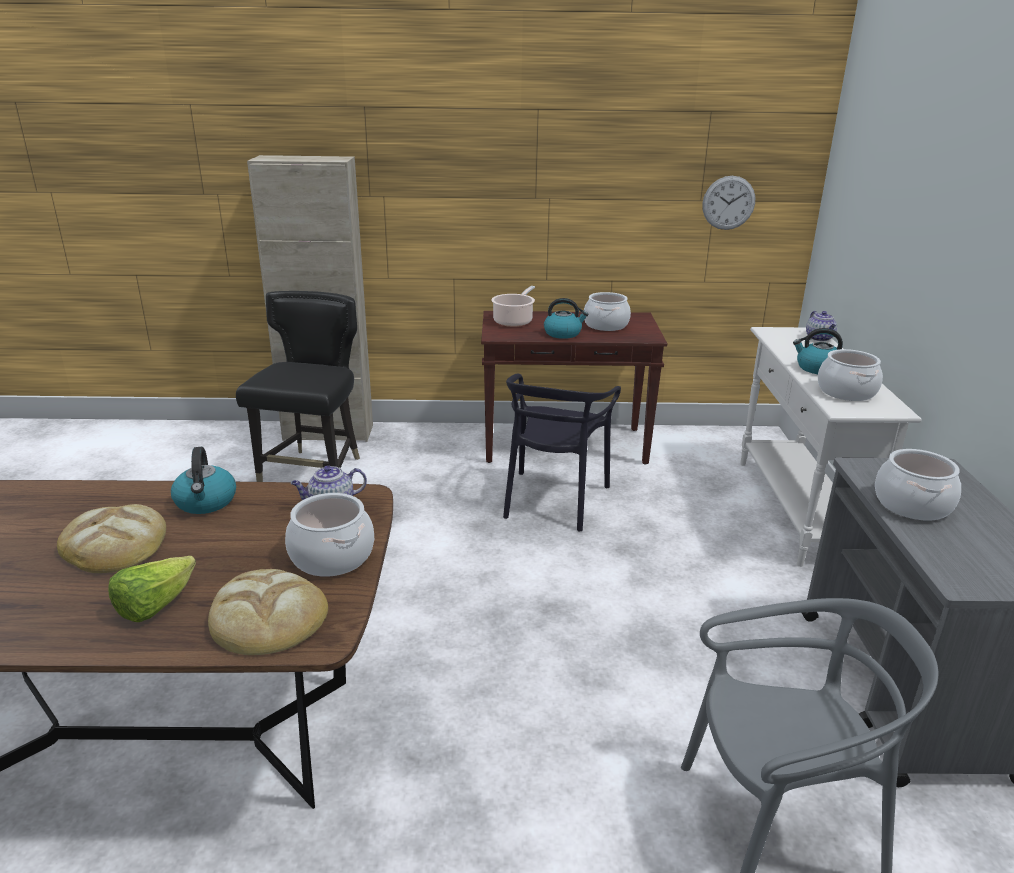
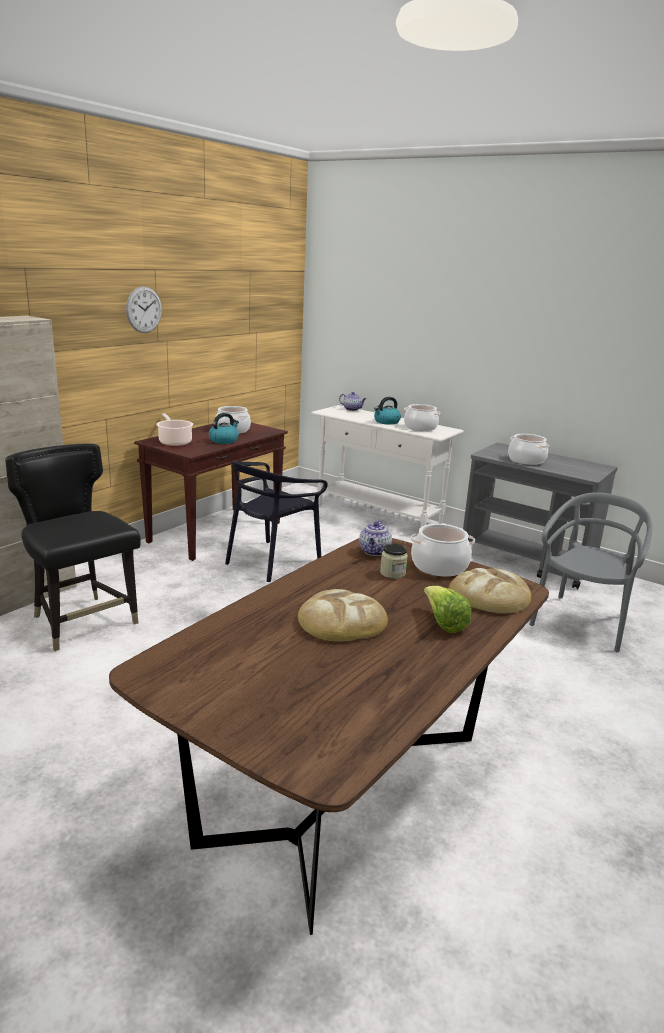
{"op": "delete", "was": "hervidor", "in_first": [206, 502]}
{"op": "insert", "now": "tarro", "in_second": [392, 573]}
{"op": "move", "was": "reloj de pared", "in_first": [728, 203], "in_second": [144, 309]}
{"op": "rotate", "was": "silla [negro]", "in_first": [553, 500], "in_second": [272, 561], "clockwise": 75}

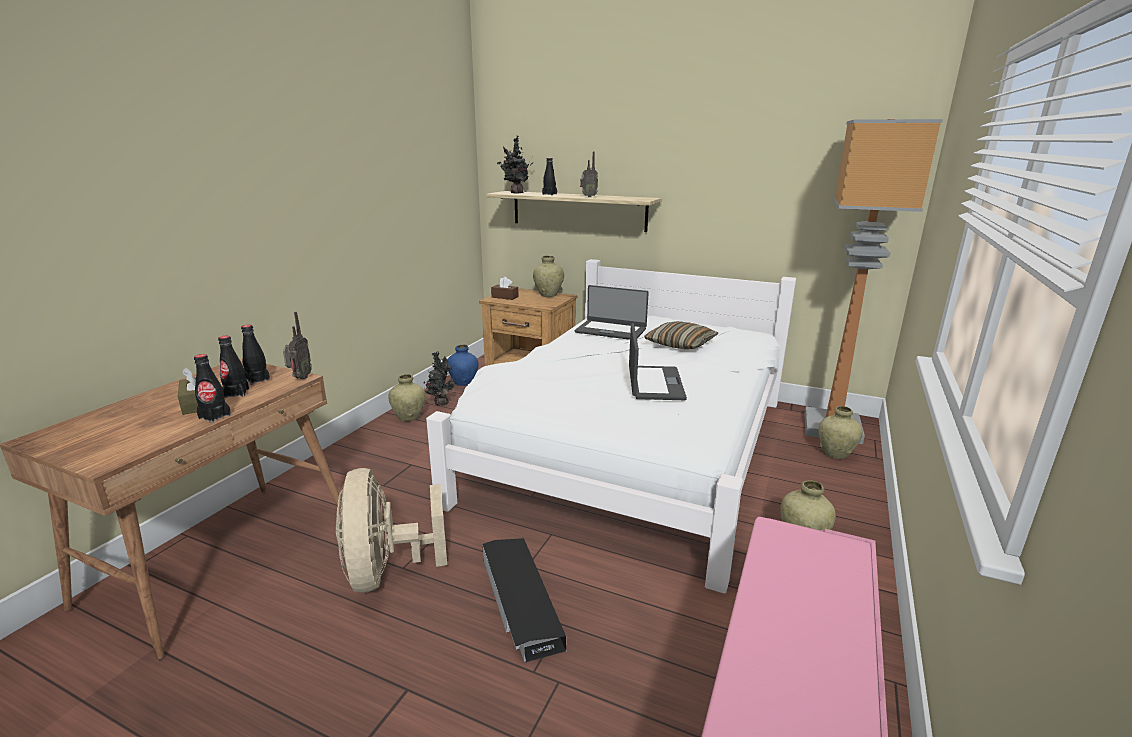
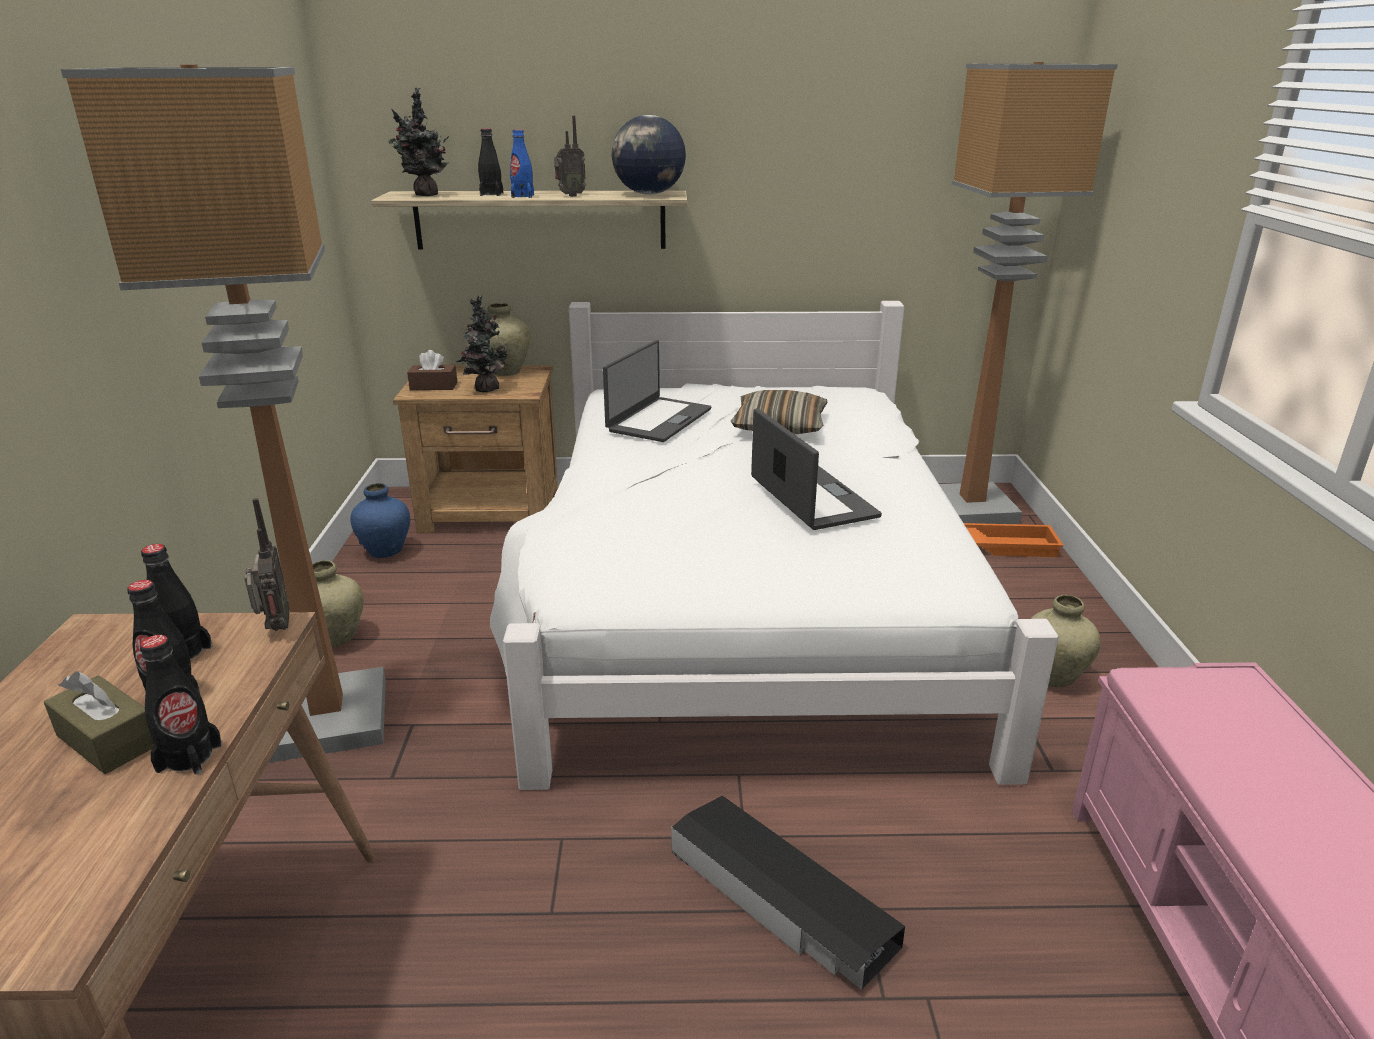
{"op": "delete", "was": "ventilador [beis]", "in_first": [387, 571]}
{"op": "insert", "now": "lámpara de pie", "in_second": [327, 718]}
{"op": "insert", "now": "botella [azul]", "in_second": [522, 196]}
{"op": "insert", "now": "globo terráqueo", "in_second": [649, 194]}
{"op": "move", "was": "planta en maceta", "in_first": [440, 403], "in_second": [485, 389]}
{"op": "replace", "was": "florero [beis]", "now": "bandeja [naranja]", "in_first": [835, 454], "in_second": [1001, 545]}
{"op": "rotate", "was": "portátil", "in_first": [611, 330], "in_second": [658, 420], "clockwise": -60}

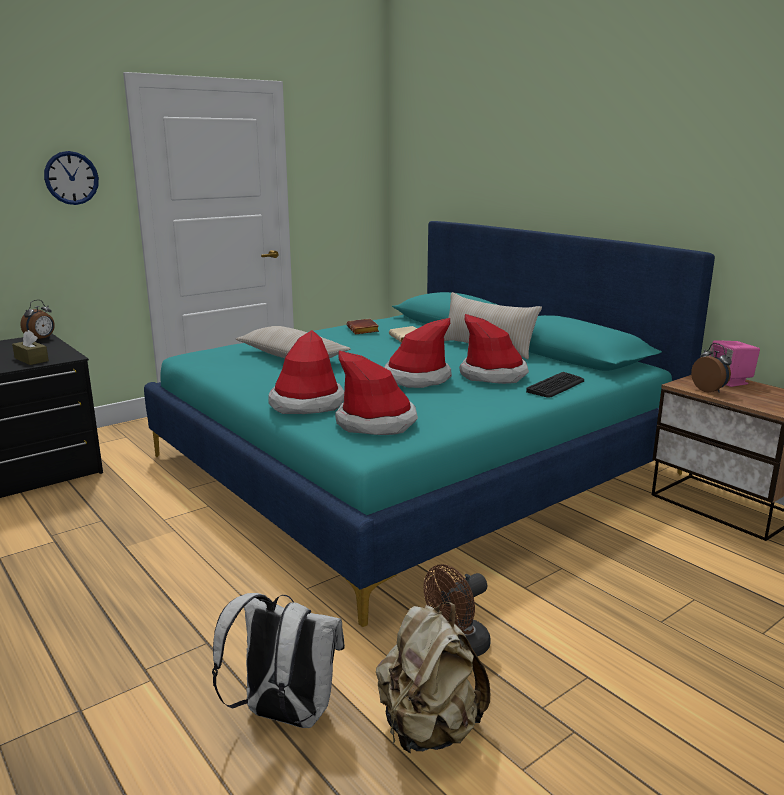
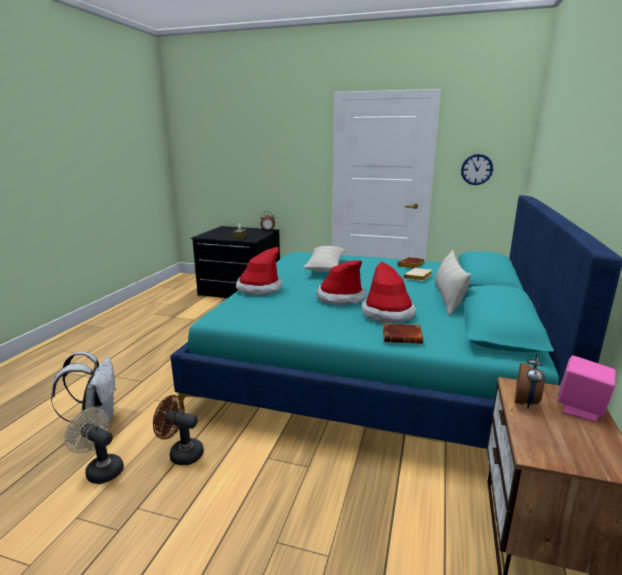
{"op": "delete", "was": "sombrero", "in_first": [376, 422]}
{"op": "move", "was": "reloj de pared", "in_first": [71, 178], "in_second": [476, 169]}
{"op": "replace", "was": "mochila [beis]", "now": "ventilador [beis]", "in_first": [429, 729], "in_second": [101, 469]}
{"op": "replace", "was": "teclado", "now": "libro [marrón]", "in_first": [556, 386], "in_second": [403, 337]}

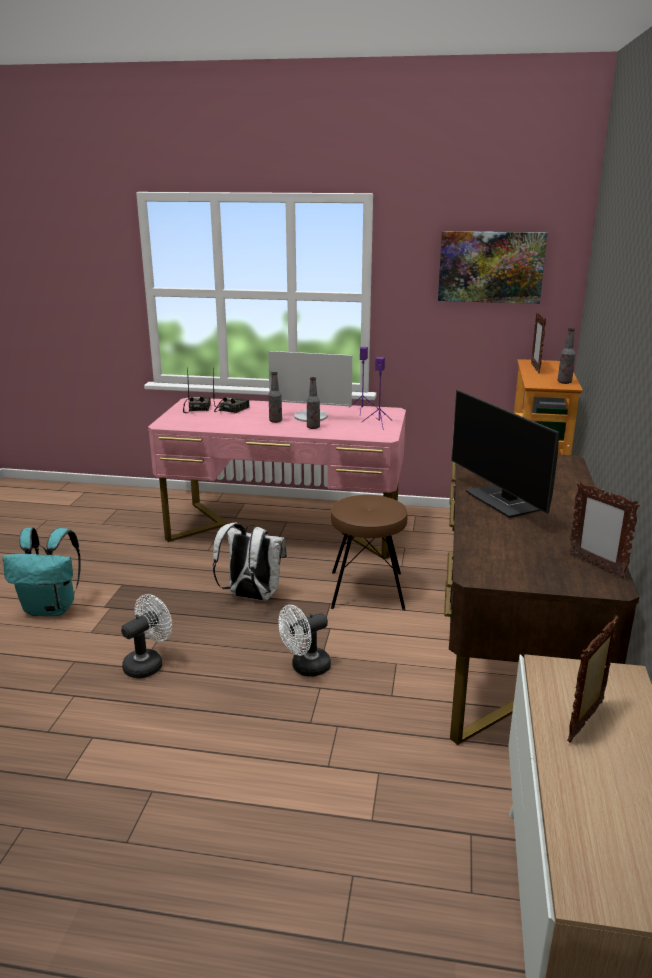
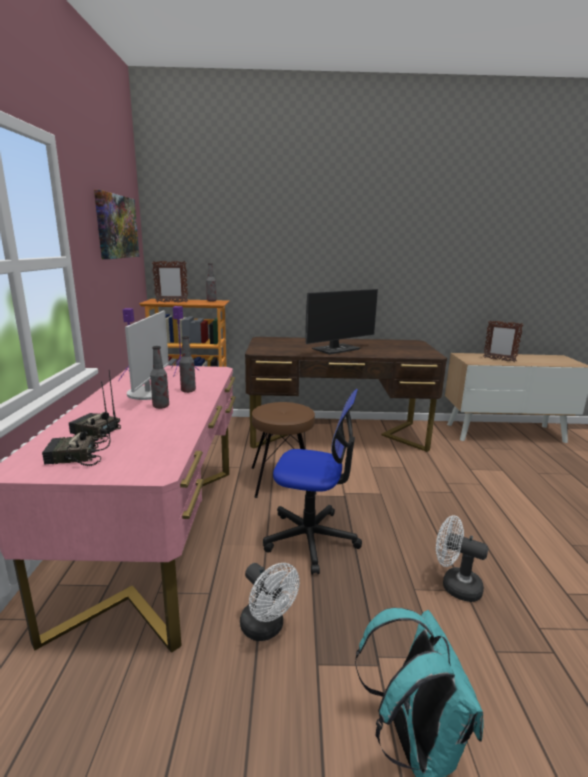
{"op": "delete", "was": "portarretratos", "in_first": [596, 566]}
{"op": "move", "was": "ventilador [blanco]", "in_first": [305, 668], "in_second": [266, 628]}
{"op": "replace", "was": "mochila [blanco]", "now": "silla de oficina", "in_first": [251, 596], "in_second": [311, 539]}

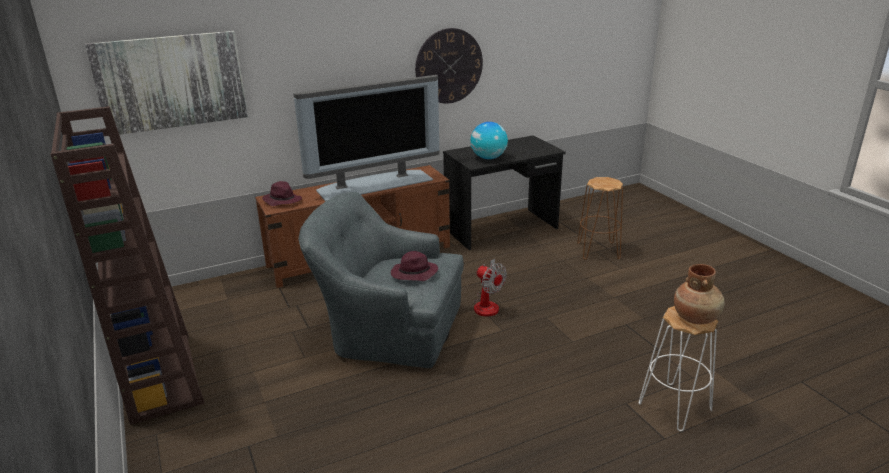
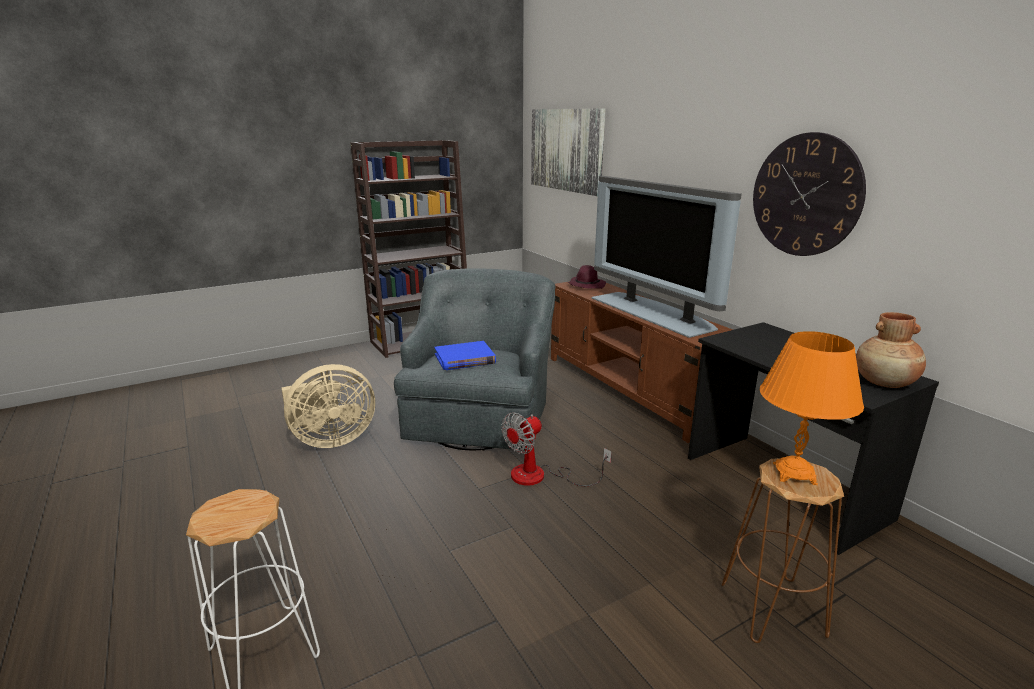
{"op": "delete", "was": "globo terráqueo", "in_first": [488, 158]}
{"op": "insert", "now": "ventilador [beis]", "in_second": [330, 440]}
{"op": "insert", "now": "lámpara de mesa [naranja]", "in_second": [794, 474]}
{"op": "move", "was": "florero [marrón]", "in_first": [696, 318], "in_second": [885, 383]}
{"op": "replace", "was": "sombrero [morado]", "now": "libro [azul]", "in_first": [413, 274], "in_second": [465, 359]}

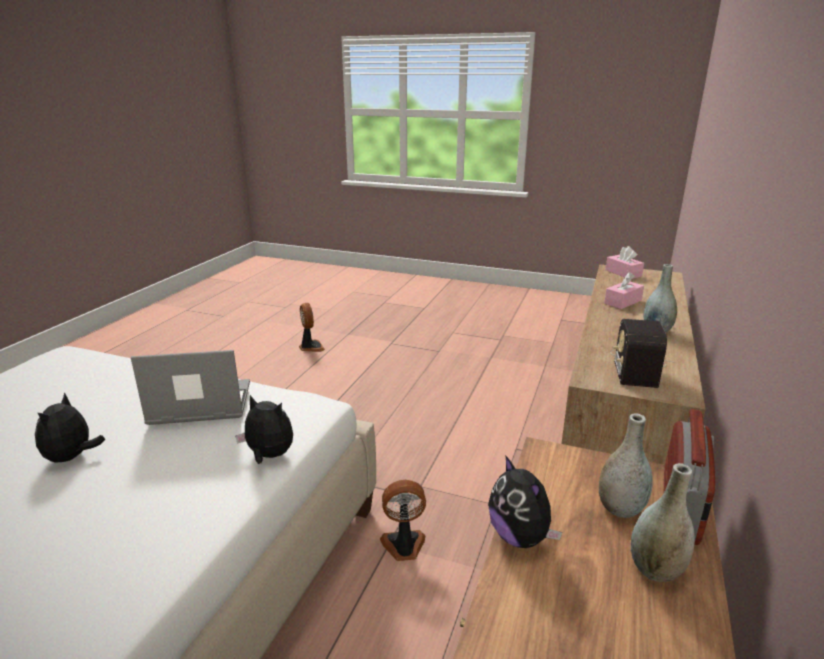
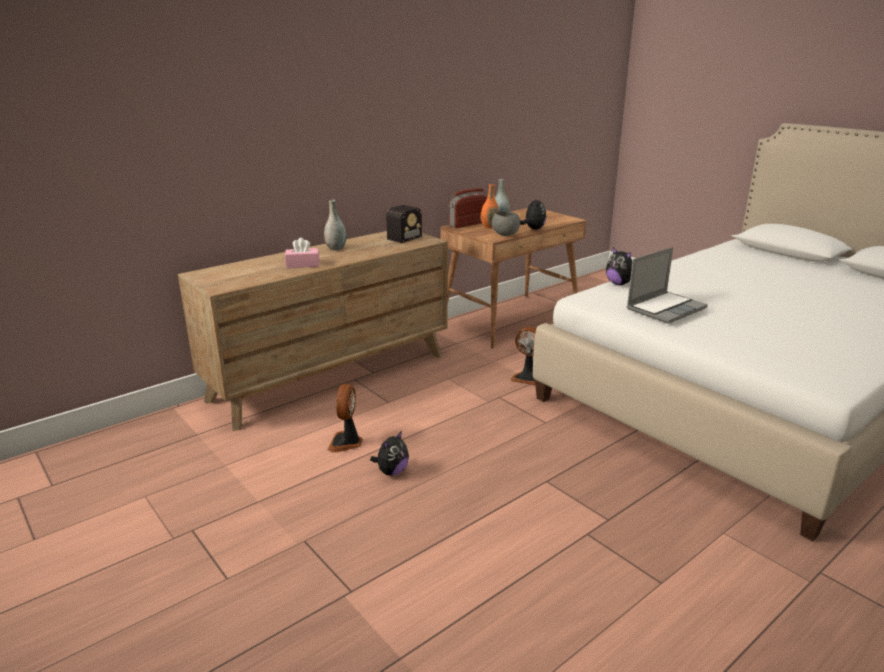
{"op": "delete", "was": "caja de pañuelos [rosa]", "in_first": [623, 273]}
{"op": "insert", "now": "cuenco [gris]", "in_second": [505, 235]}
{"op": "move", "was": "peluche", "in_first": [72, 457], "in_second": [391, 472]}
{"op": "move", "was": "ventilador", "in_first": [310, 347], "in_second": [346, 443]}
{"op": "recolor", "was": "florero [gris]", "now": "florero [naranja]", "in_first": [620, 509], "in_second": [489, 227]}
{"op": "rotate", "was": "portátil", "in_first": [199, 405], "in_second": [665, 308], "clockwise": -60}

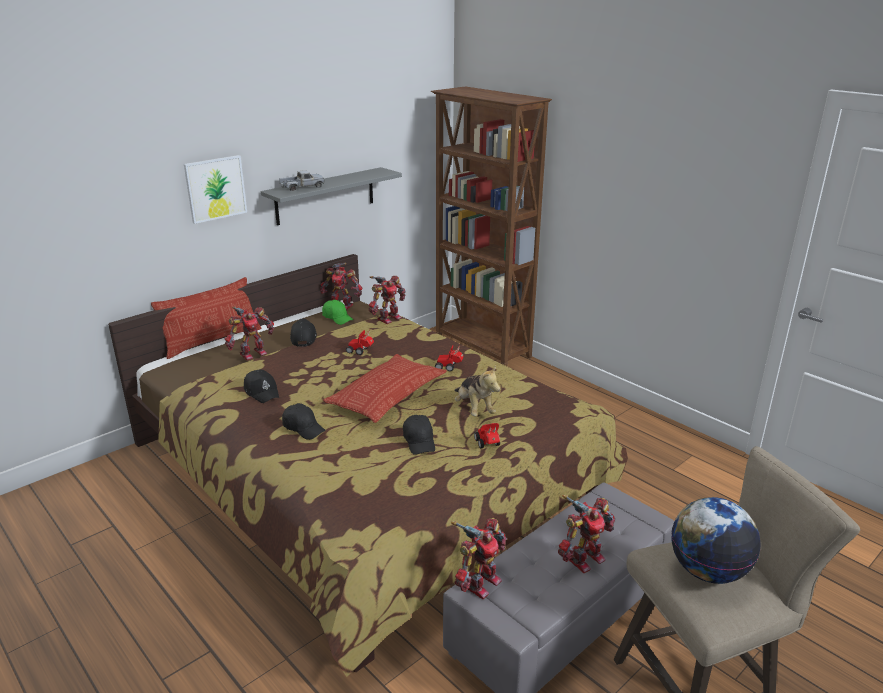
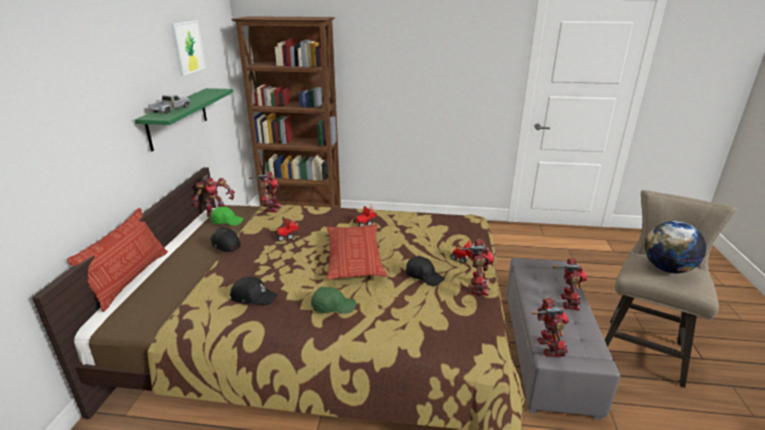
{"op": "delete", "was": "peluche", "in_first": [474, 409]}
{"op": "move", "was": "cuadro", "in_first": [215, 188], "in_second": [188, 47]}
{"op": "move", "was": "robot de juguete", "in_first": [252, 353], "in_second": [476, 288]}
{"op": "recolor", "was": "estante [gris]", "now": "estante [verde]", "in_first": [325, 196], "in_second": [178, 118]}
{"op": "recolor", "was": "gorra [negro]", "now": "gorra [verde]", "in_first": [303, 428], "in_second": [333, 307]}

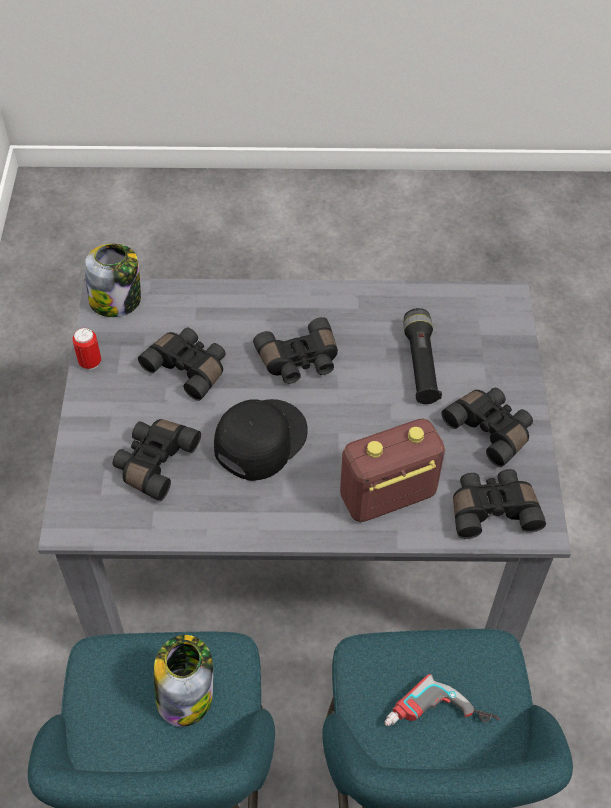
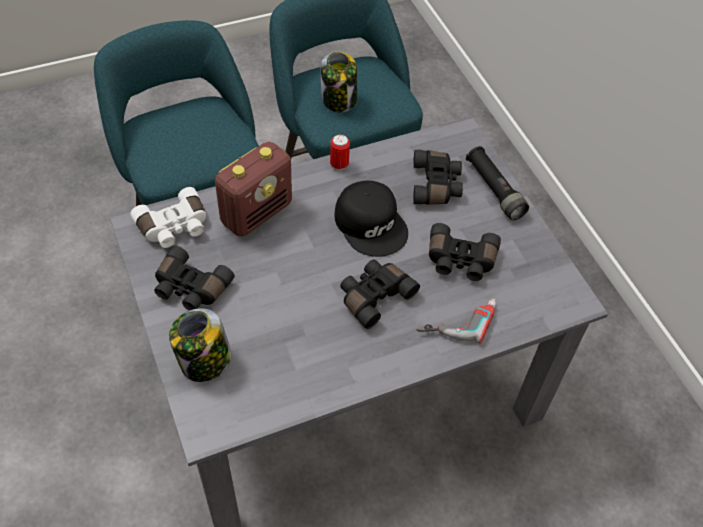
{"op": "move", "was": "lata", "in_first": [90, 362], "in_second": [339, 164]}
{"op": "move", "was": "tarro", "in_first": [116, 300], "in_second": [204, 362]}
{"op": "move", "was": "taladro", "in_first": [439, 722], "in_second": [457, 319]}
{"op": "move", "was": "linterna [negro]", "in_first": [420, 364], "in_second": [494, 190]}
{"op": "recolor", "was": "prismáticos [negro]", "now": "prismáticos [blanco]", "in_first": [492, 509], "in_second": [174, 227]}
{"op": "rotate", "was": "gorra [negro]", "in_first": [259, 439], "in_second": [371, 223], "clockwise": -45}

